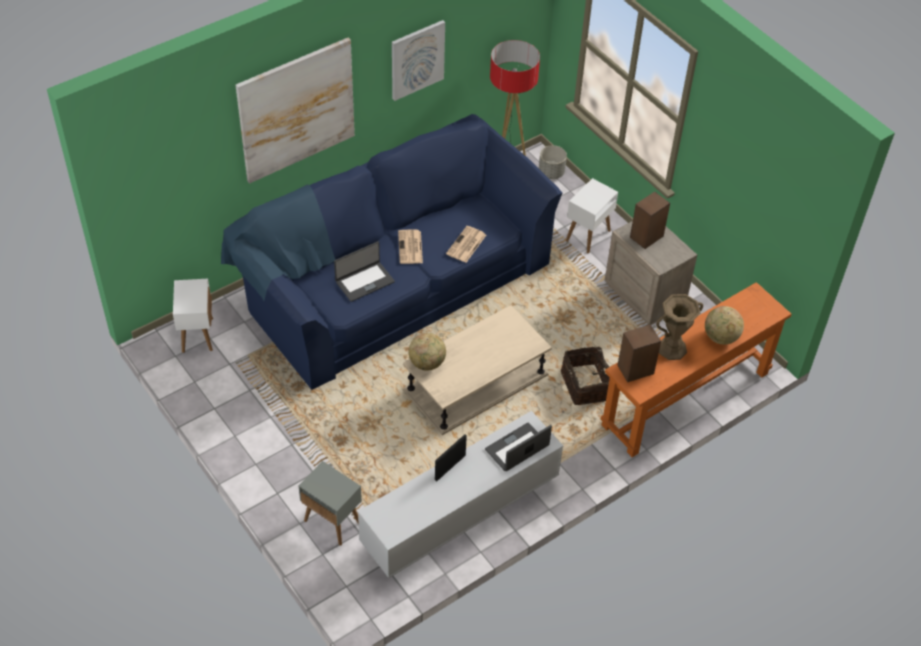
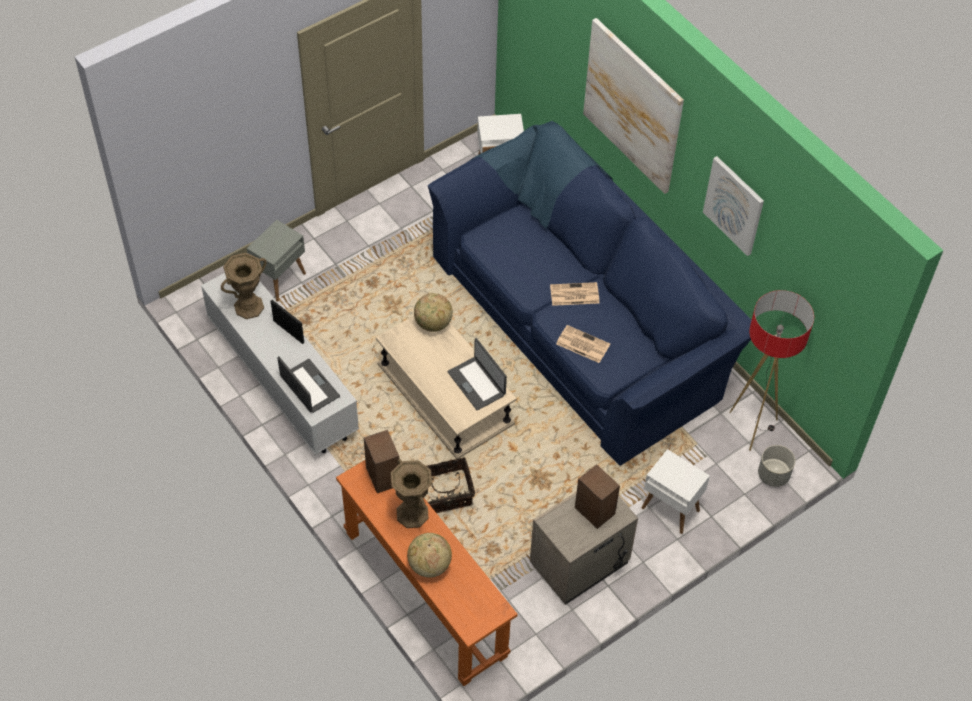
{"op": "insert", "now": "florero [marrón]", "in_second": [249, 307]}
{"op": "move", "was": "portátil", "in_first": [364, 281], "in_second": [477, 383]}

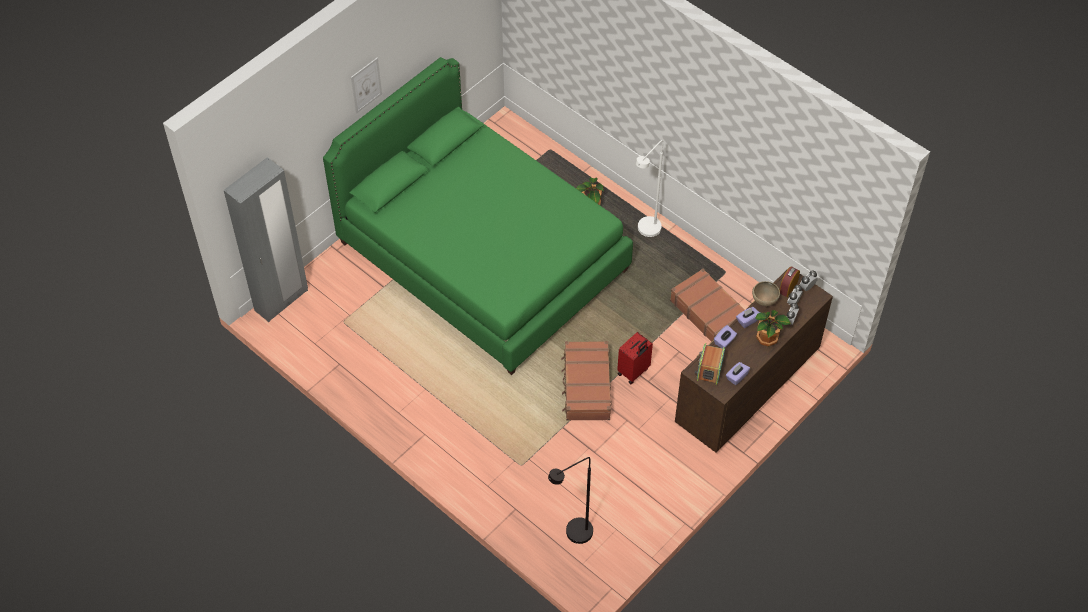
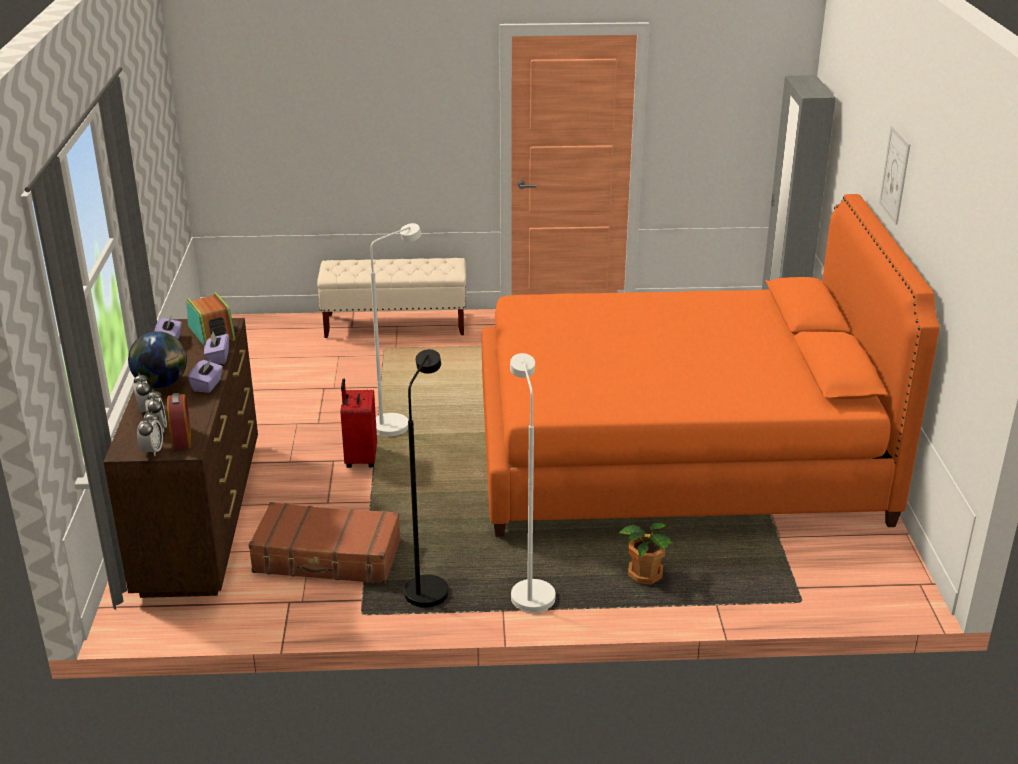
{"op": "delete", "was": "cuenco [marrón]", "in_first": [764, 301]}
{"op": "insert", "now": "banco [beis]", "in_second": [395, 325]}
{"op": "move", "was": "lámpara de pie [negro]", "in_first": [573, 536], "in_second": [428, 586]}
{"op": "replace", "was": "maleta [marrón]", "now": "lámpara de pie [blanco]", "in_first": [586, 386], "in_second": [397, 422]}
{"op": "replace", "was": "planta en maceta", "now": "globo terráqueo", "in_first": [768, 338], "in_second": [161, 384]}
{"op": "recolor", "was": "cama [verde]", "now": "cama [naranja]", "in_first": [483, 256], "in_second": [674, 453]}

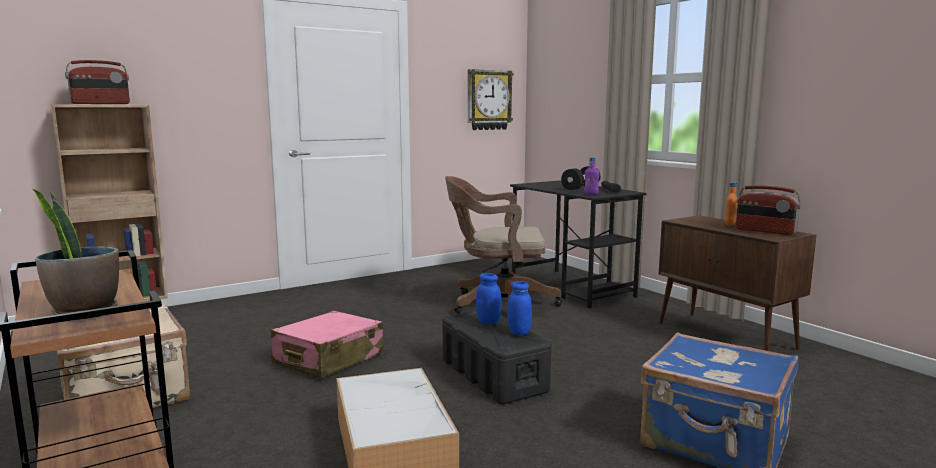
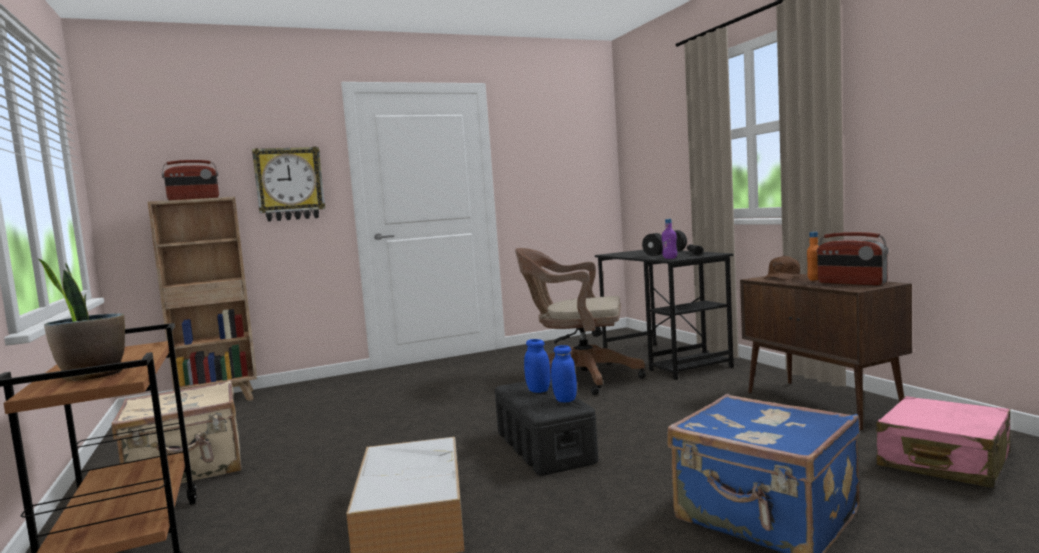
{"op": "insert", "now": "gorra [marrón]", "in_second": [782, 277]}
{"op": "move", "was": "maleta [rosa]", "in_first": [328, 359], "in_second": [943, 460]}
{"op": "move", "was": "reloj de pared", "in_first": [488, 100], "in_second": [289, 184]}

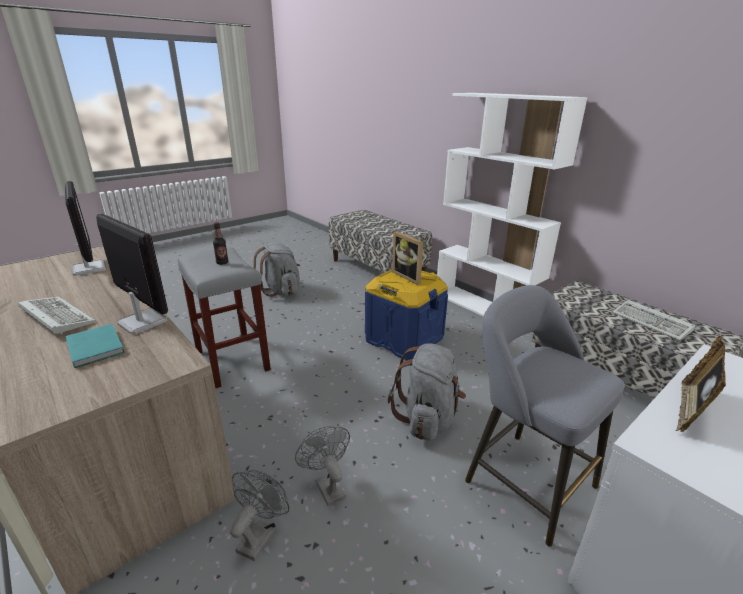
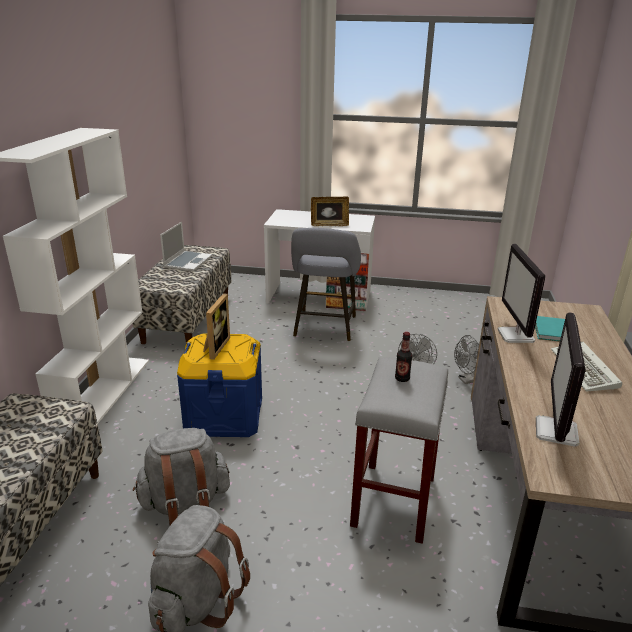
{"op": "move", "was": "mochila [gris]", "in_first": [427, 418], "in_second": [185, 503]}
{"op": "replace", "was": "teclado", "now": "portátil", "in_first": [653, 323], "in_second": [187, 262]}

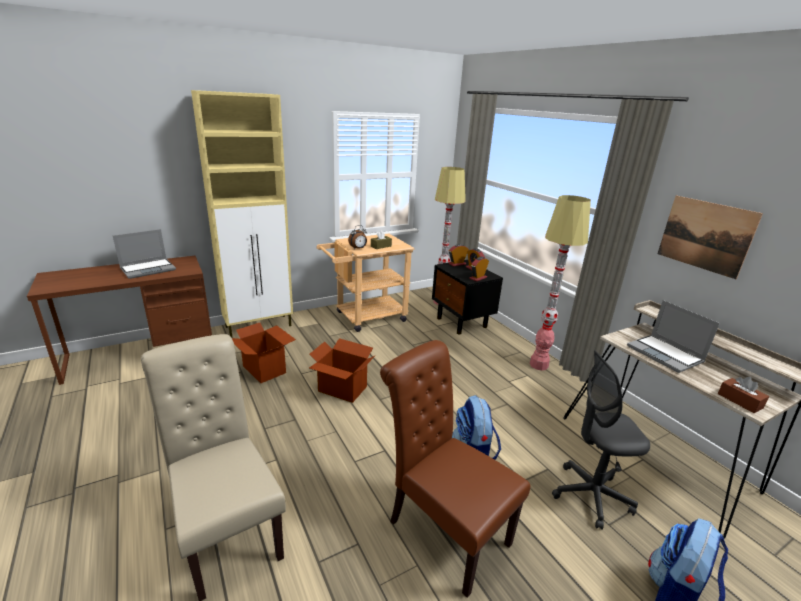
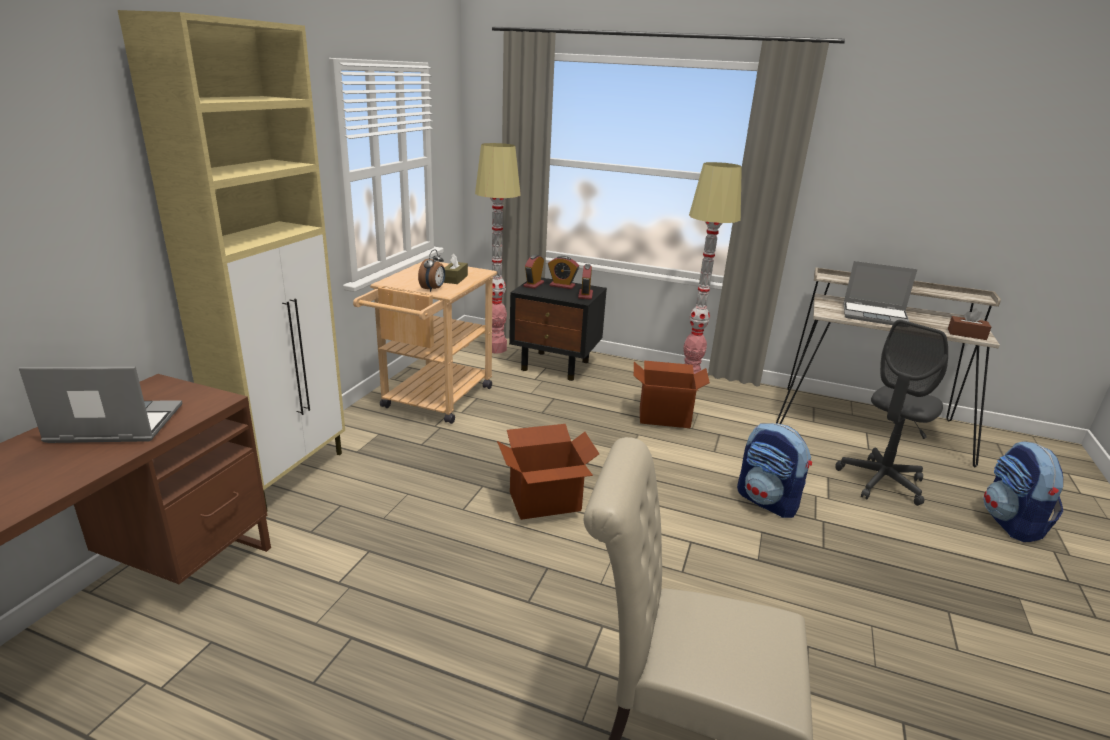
{"op": "delete", "was": "silla [marrón]", "in_first": [442, 528]}
{"op": "delete", "was": "cuadro", "in_first": [705, 235]}
{"op": "move", "was": "caja de cartón", "in_first": [265, 369], "in_second": [664, 416]}
{"op": "rotate", "was": "portátil", "in_first": [148, 269], "in_second": [114, 425], "clockwise": -105}

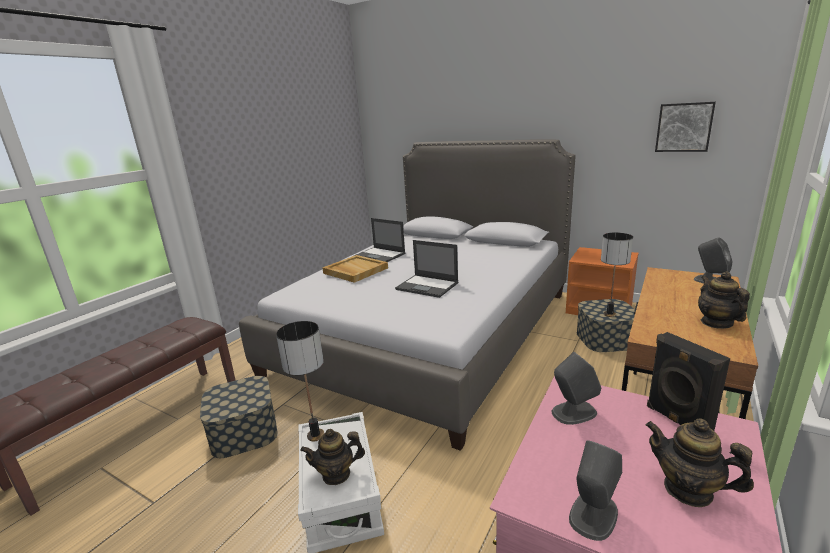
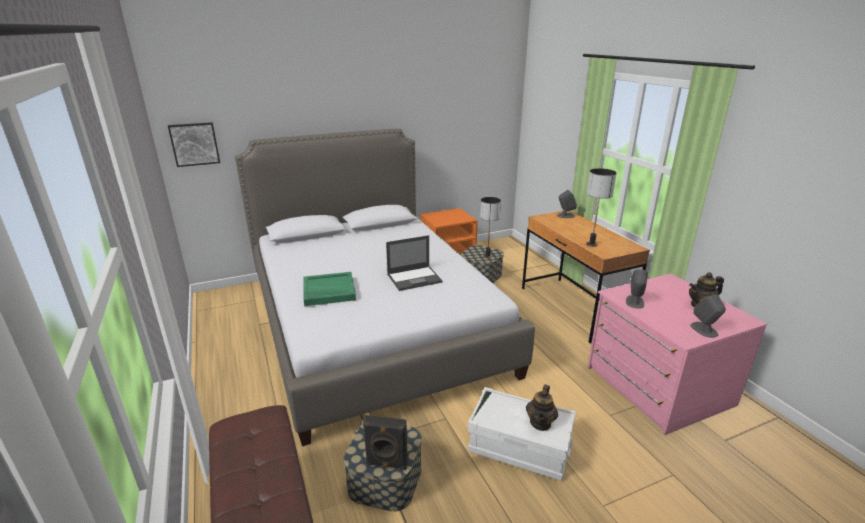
{"op": "delete", "was": "portátil", "in_first": [380, 255]}
{"op": "delete", "was": "tetera", "in_first": [716, 323]}
{"op": "move", "was": "lámpara de mesa", "in_first": [315, 435], "in_second": [591, 244]}
{"op": "move", "was": "altavoz [negro]", "in_first": [677, 420], "in_second": [386, 464]}
{"op": "move", "was": "cuadro", "in_first": [684, 127], "in_second": [194, 144]}
{"op": "recolor", "was": "bandeja [beis]", "now": "bandeja [verde]", "in_first": [355, 271], "in_second": [328, 291]}

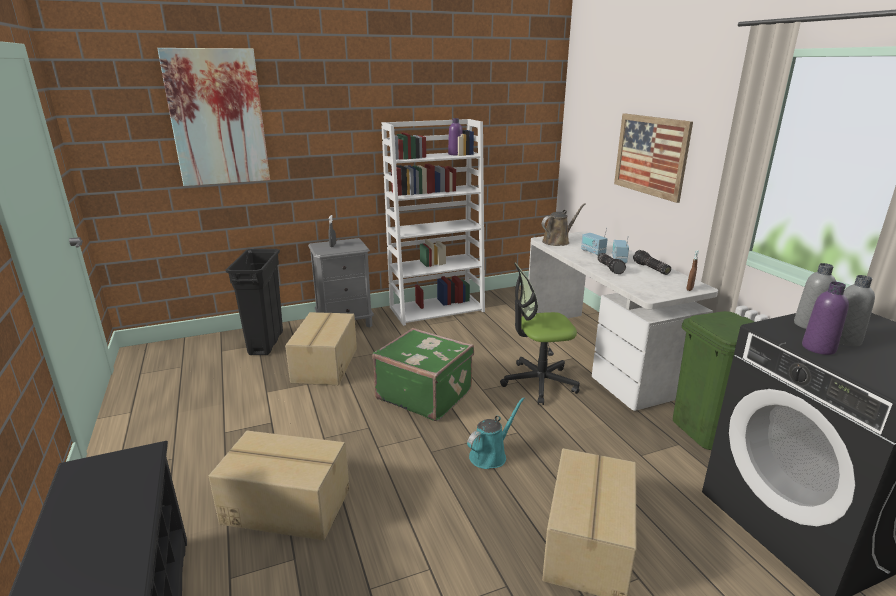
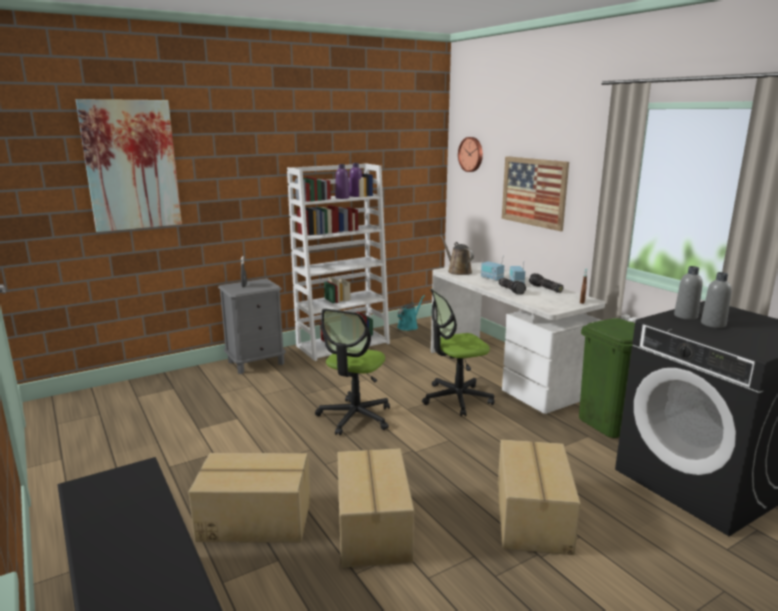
{"op": "delete", "was": "papelera [negro]", "in_first": [266, 343]}
{"op": "insert", "now": "reloj de pared", "in_second": [471, 154]}
{"op": "move", "was": "caja de cartón", "in_first": [324, 365], "in_second": [372, 528]}
{"op": "move", "was": "regadera [turquesa]", "in_first": [490, 455], "in_second": [409, 326]}
{"op": "move", "was": "botella [morado]", "in_first": [818, 348], "in_second": [342, 198]}
{"op": "replace", "was": "maleta [verde]", "now": "silla de oficina", "in_first": [425, 394], "in_second": [355, 417]}
{"op": "rotate", "was": "regadera [marrón]", "in_first": [558, 241], "in_second": [458, 271], "clockwise": -75}

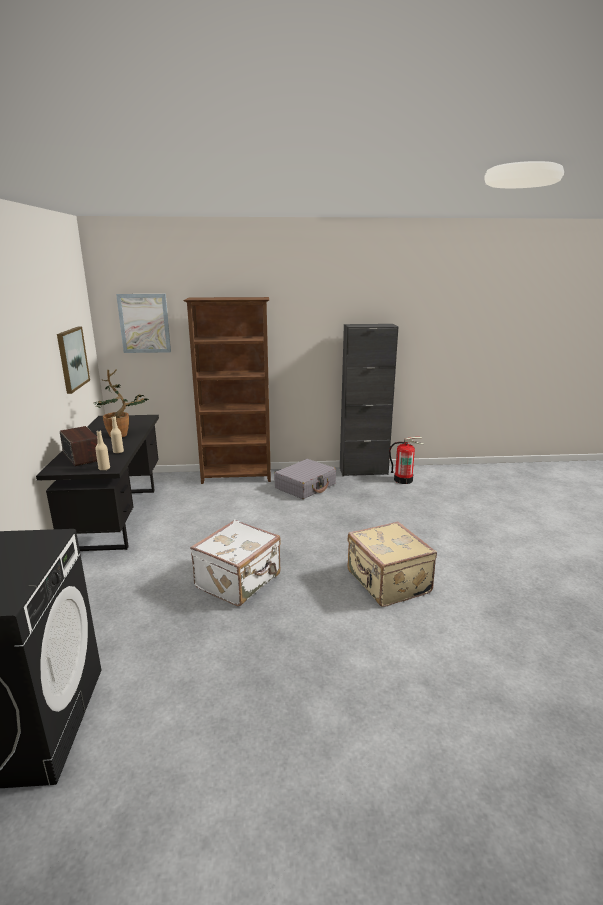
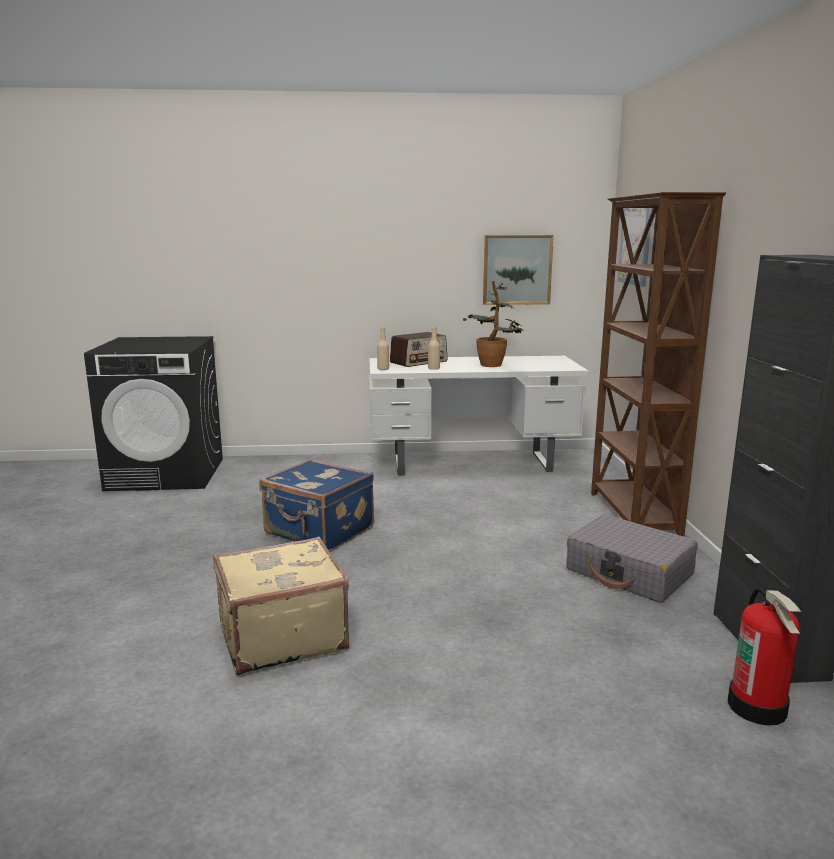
{"op": "recolor", "was": "escritorio [negro]", "now": "escritorio [blanco]", "in_first": [117, 517], "in_second": [472, 463]}
{"op": "recolor", "was": "maleta [blanco]", "now": "maleta [azul]", "in_first": [239, 581], "in_second": [318, 532]}

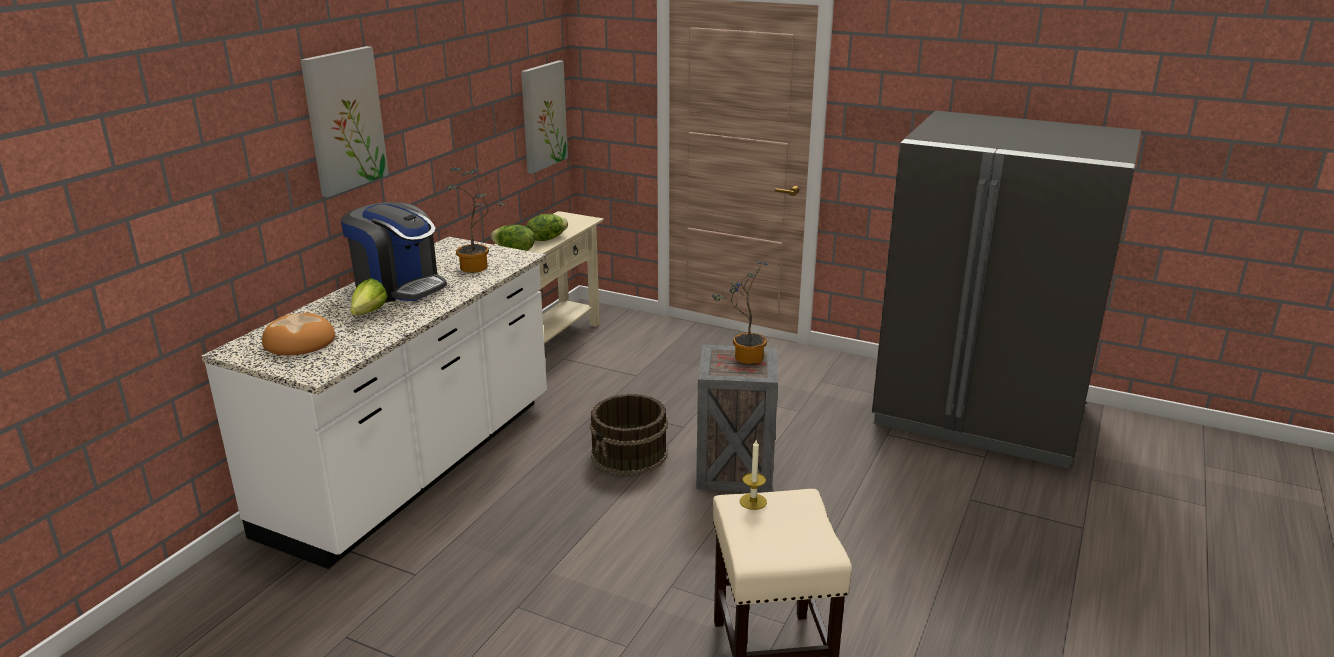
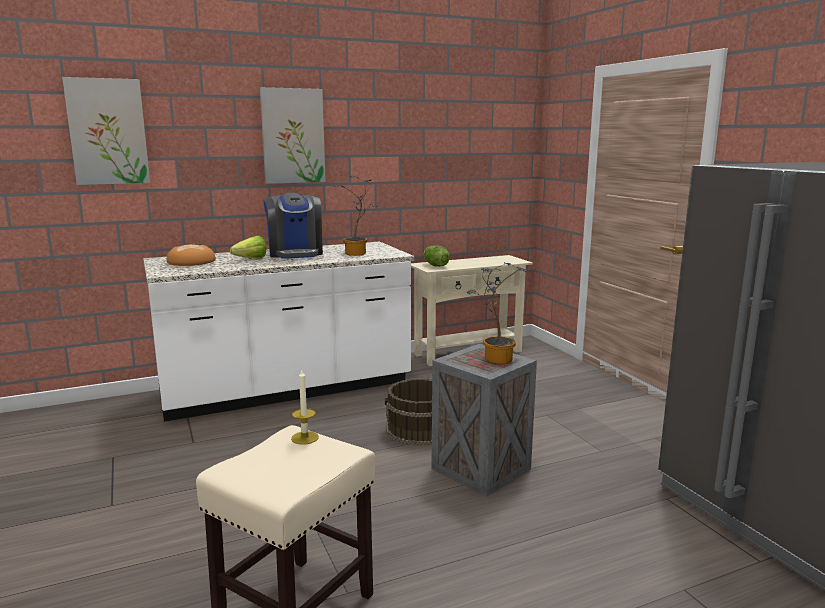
{"op": "delete", "was": "lechuga", "in_first": [546, 239]}
{"op": "move", "was": "cuadro", "in_first": [543, 116], "in_second": [108, 132]}

